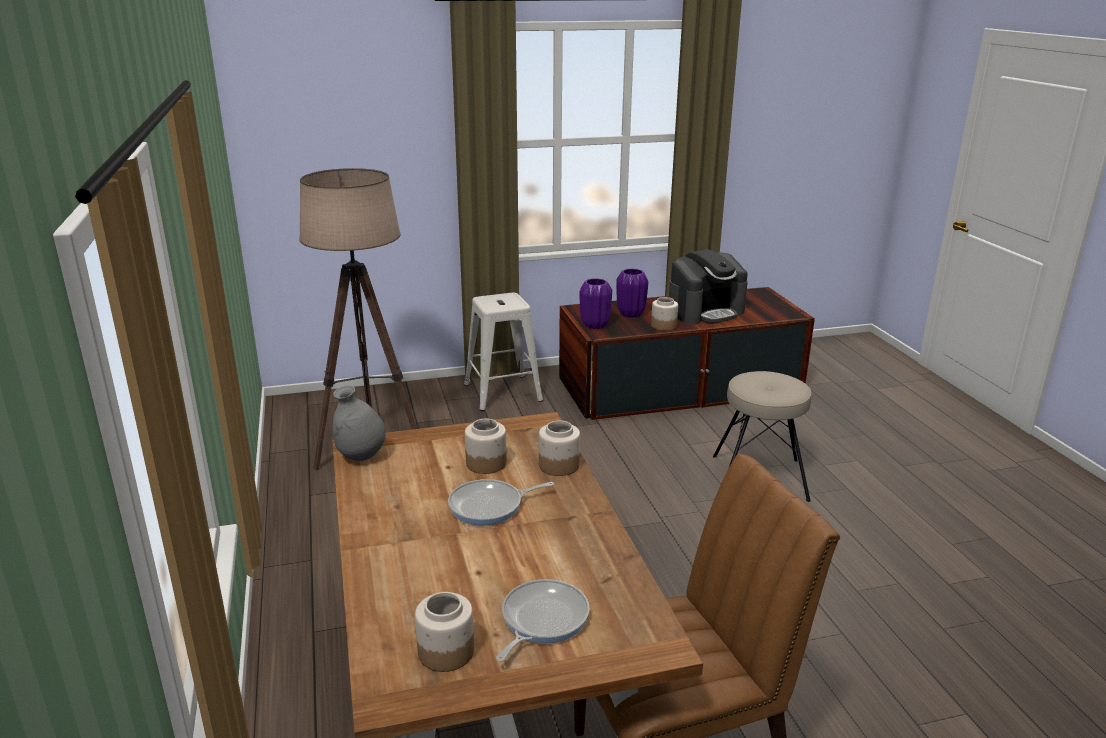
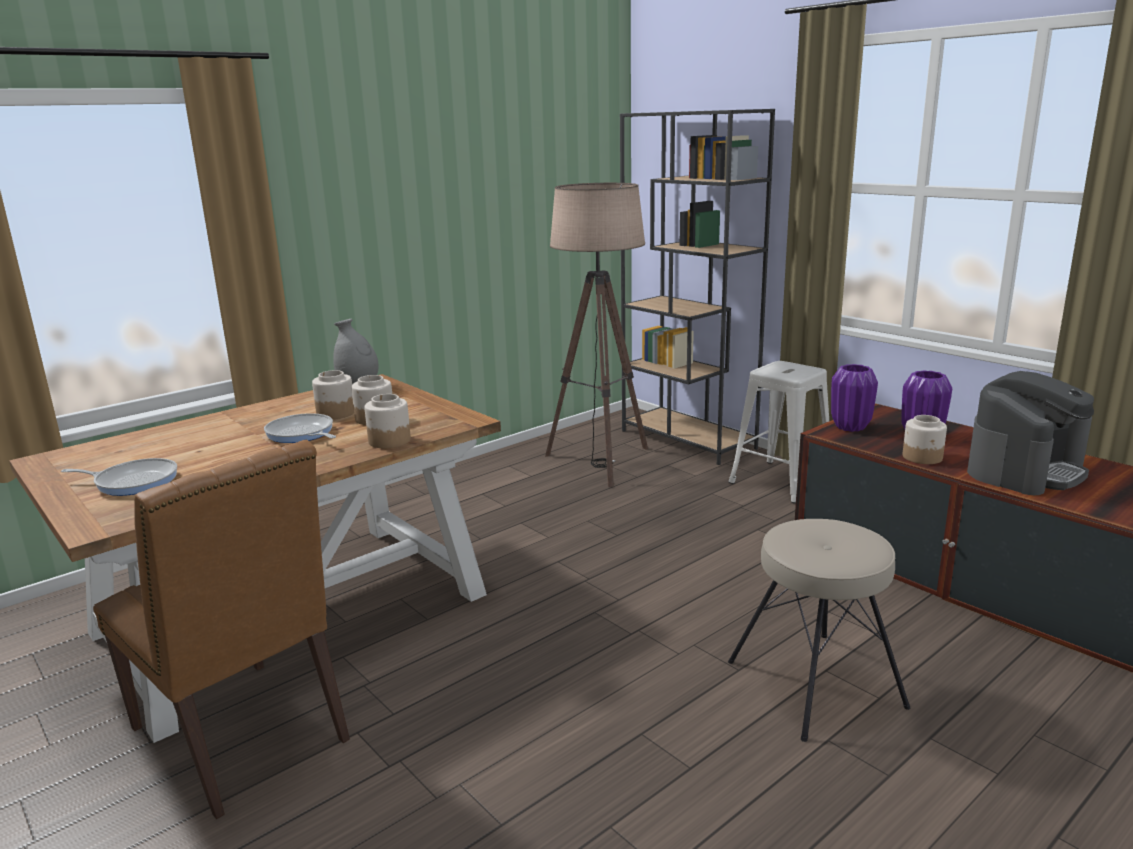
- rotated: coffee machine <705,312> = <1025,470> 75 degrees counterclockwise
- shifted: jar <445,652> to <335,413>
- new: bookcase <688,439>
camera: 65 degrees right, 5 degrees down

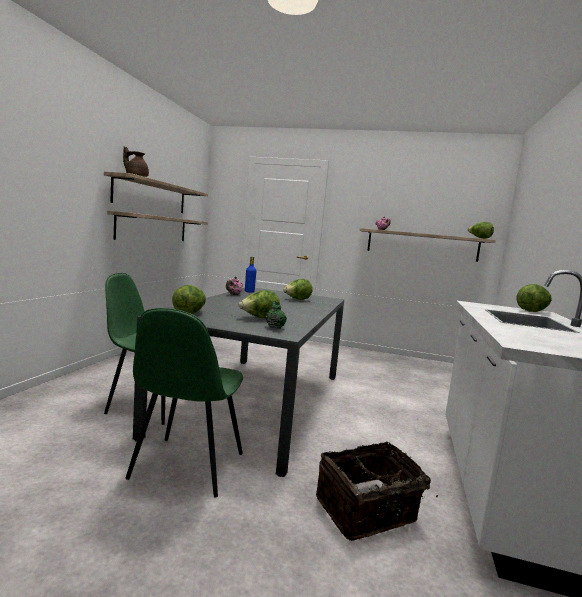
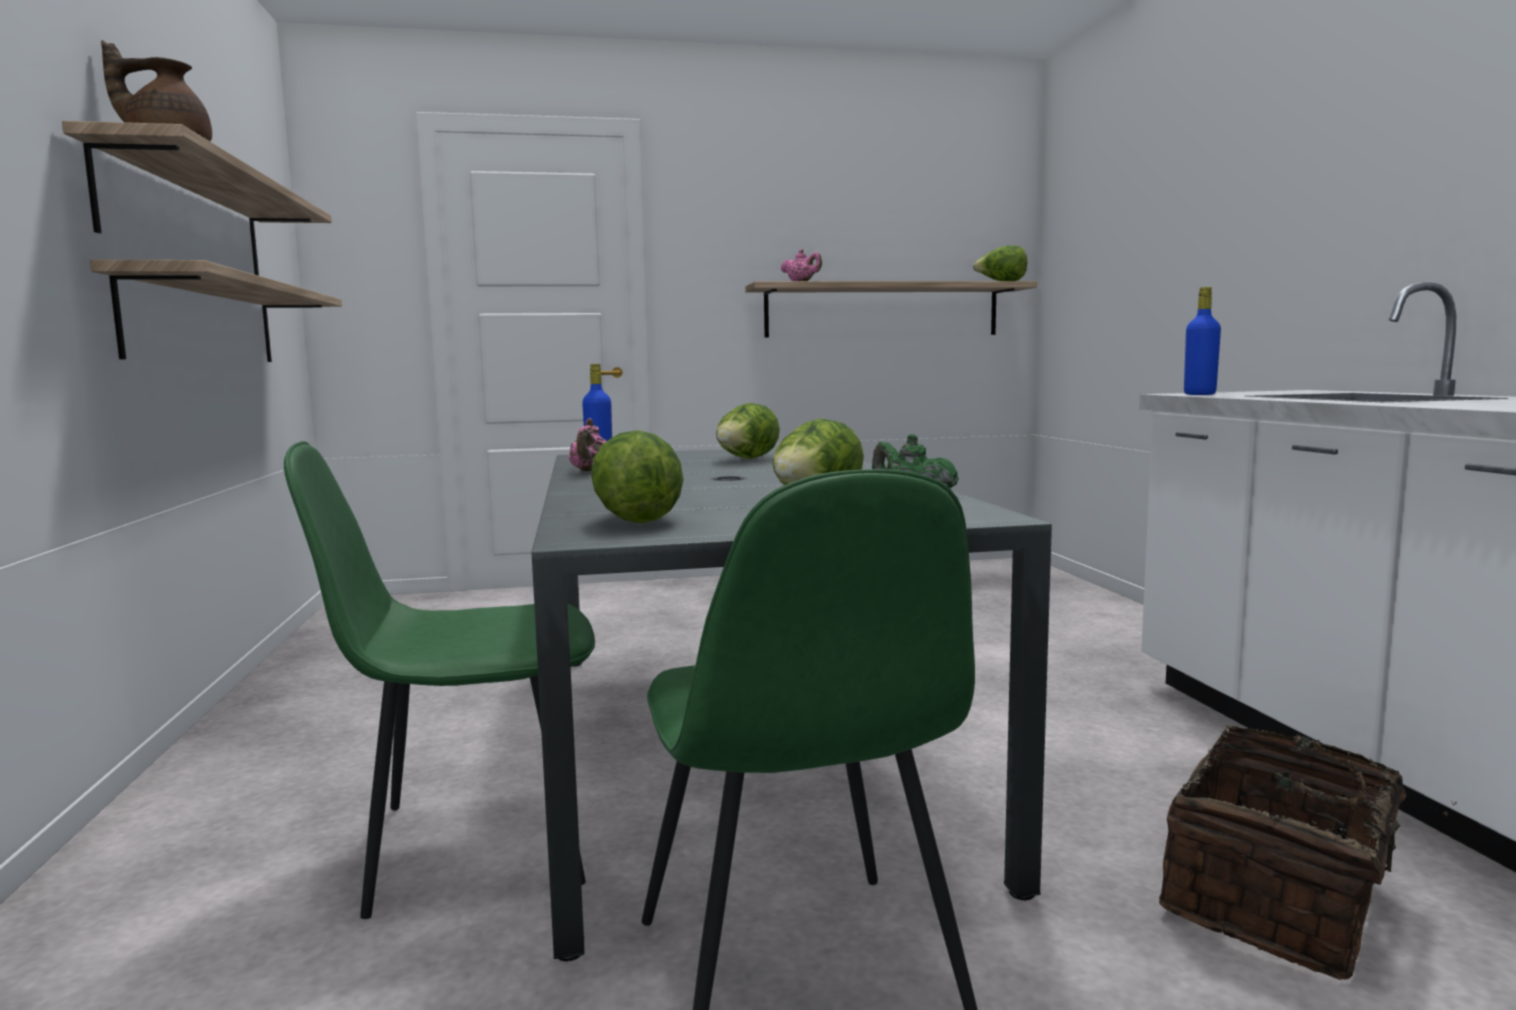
- gone: lettuce <532,311>
- new: bottle (blue) <1199,394>
camera: 25 degrees left, 0 degrees up

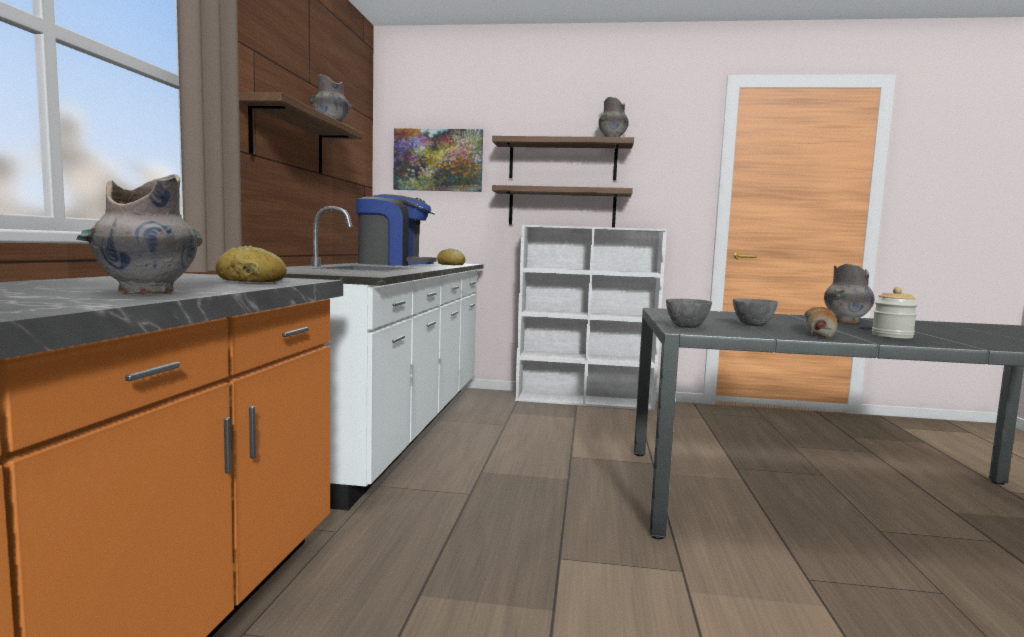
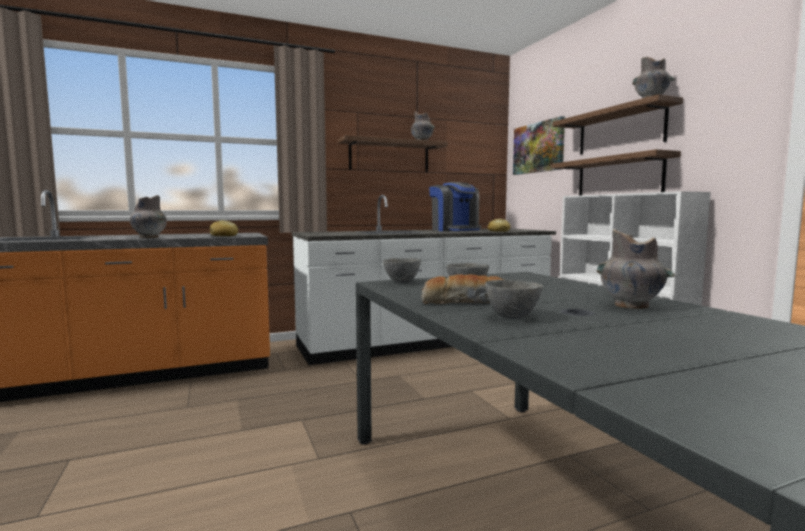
- swapped: jar <892,336> to bowl (grey) <511,317>
camera: 60 degrees right, 0 degrees up

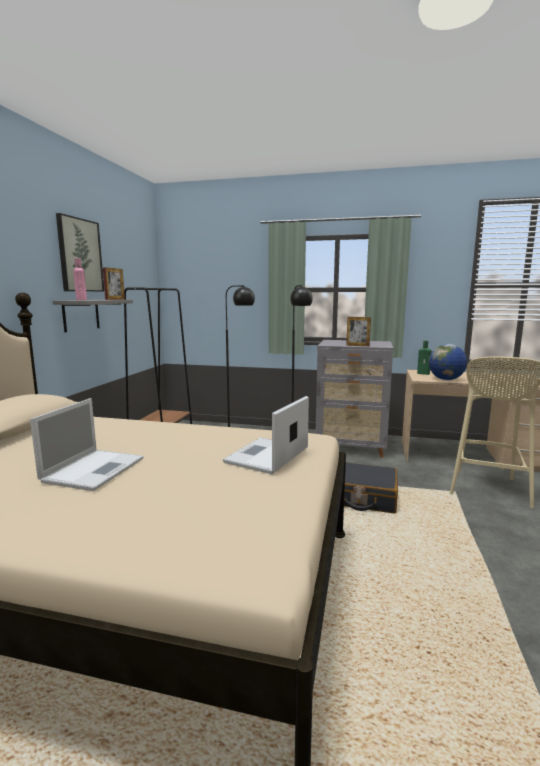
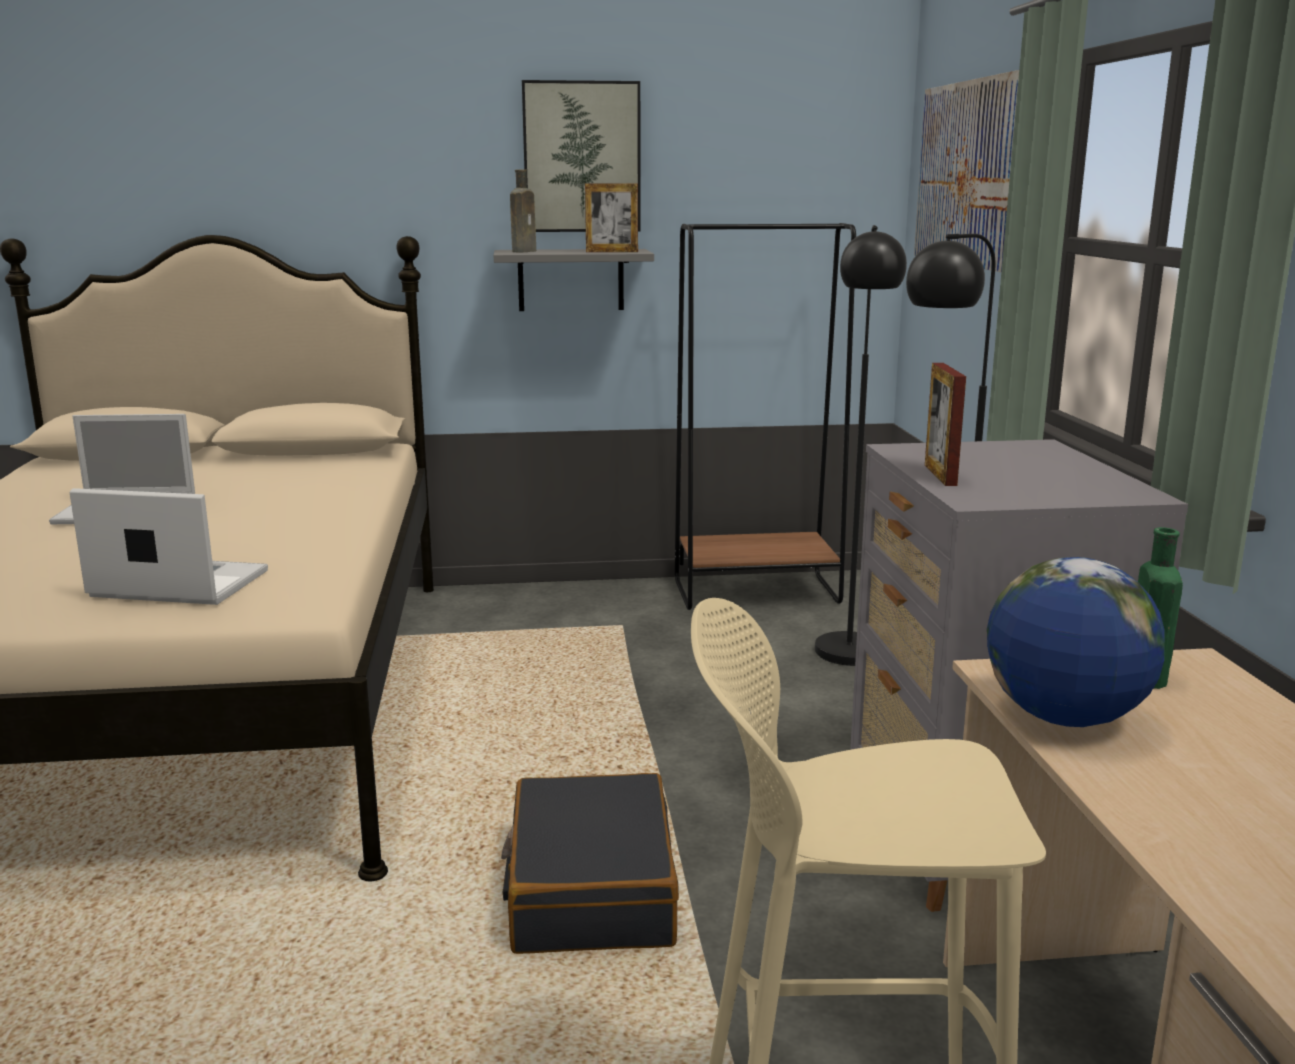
- repainted: bottle (pink) <81,300> to bottle (brown) <525,251>
- new: picture <972,173>
camera: 70 degrees right, 5 degrees up

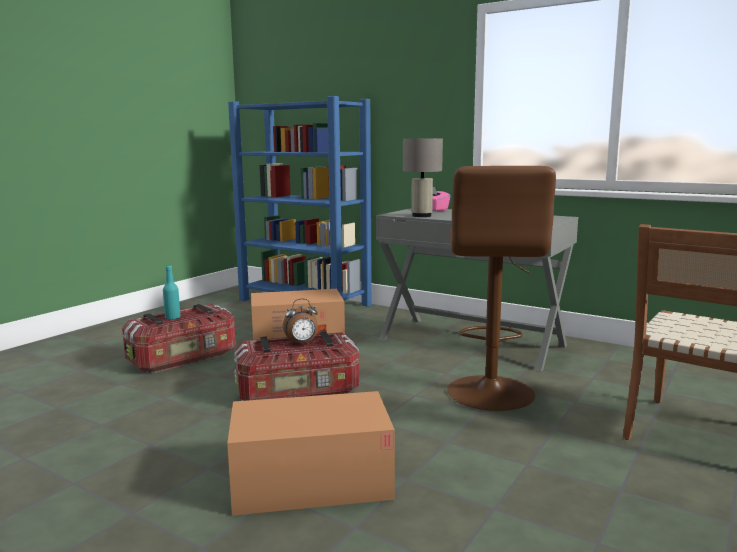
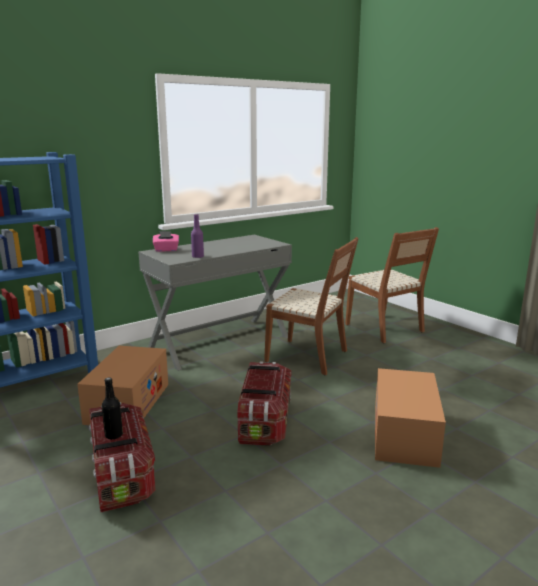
- swapped: table lamp (grey) <421,216> to bottle (purple) <197,256>
- swapped: stool (brown) <489,393> to chair <310,358>
- repainted: bottle (turquoise) <172,318> to bottle (black) <114,435>
- gone: alarm clock <302,343>
camera: 70 degrees left, 5 degrees up

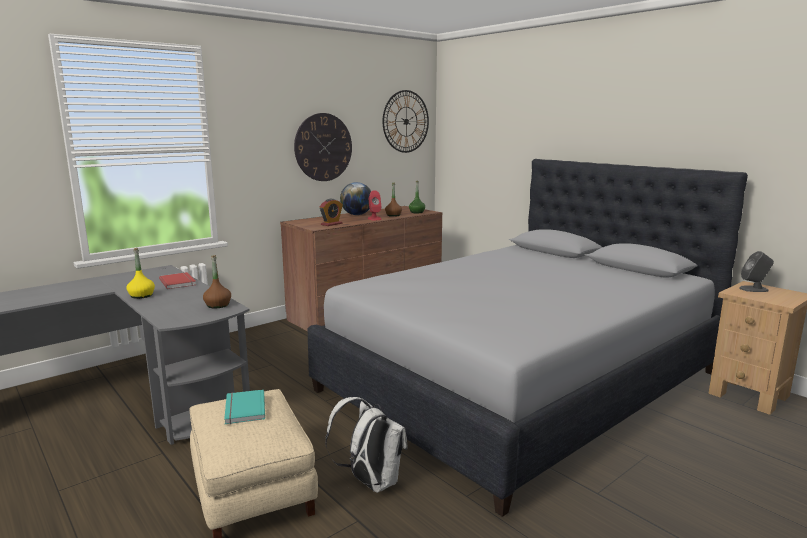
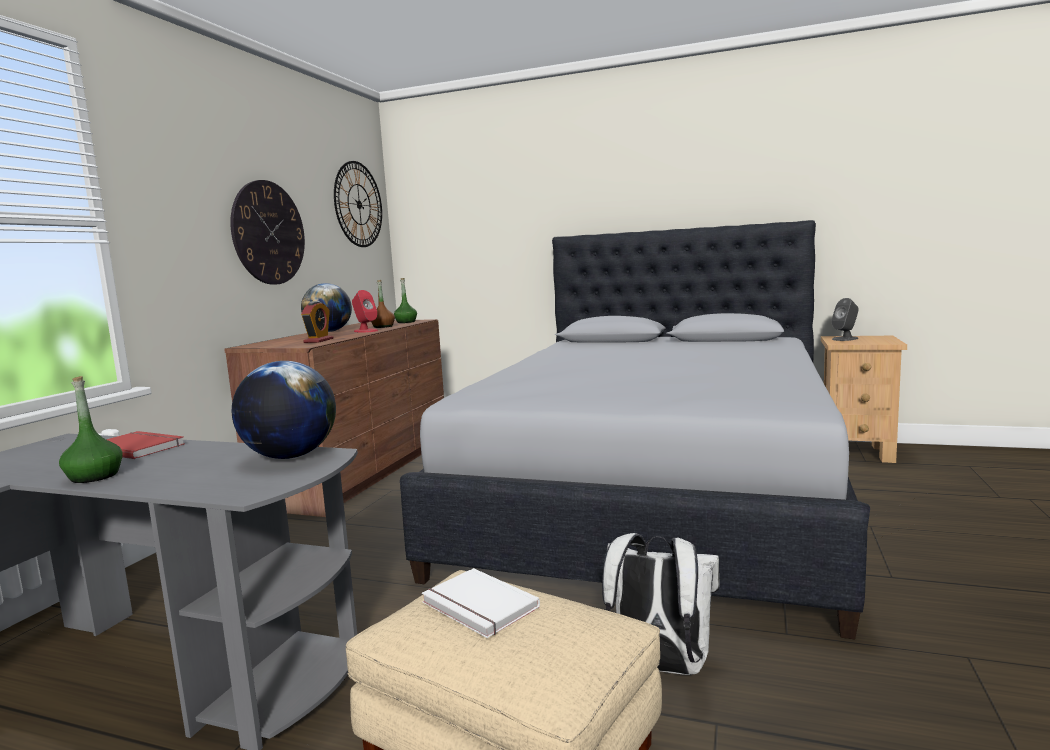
- repainted: bottle (yellow) <141,296> to bottle (green) <94,477>
- swapped: bottle (brown) <217,305> to globe <290,456>
- repainted: book (turquoise) <243,409> to book (white) <477,606>
camera: 30 degrees left, 5 degrees down

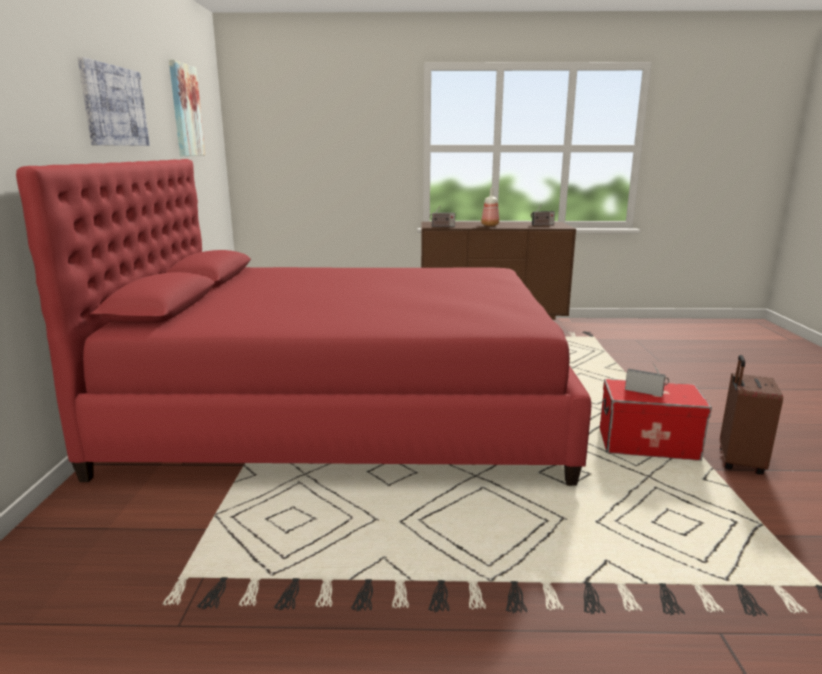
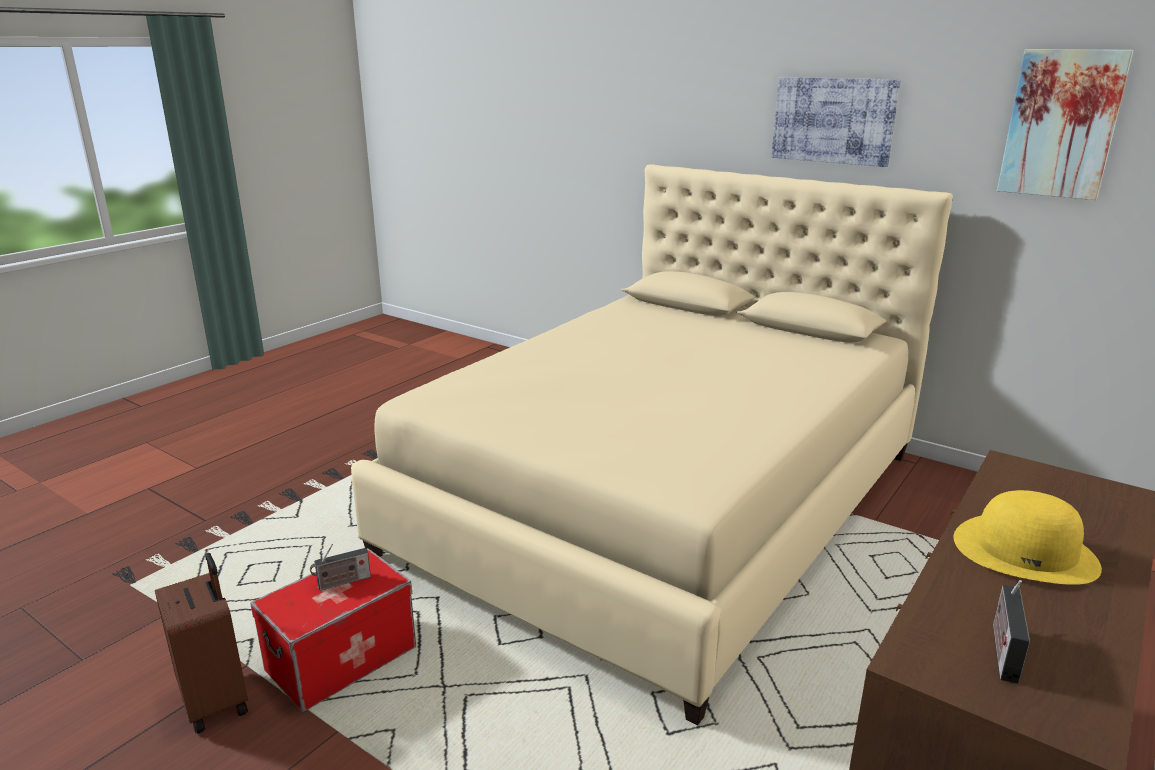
- repainted: bed (red) <346,410> to bed (beige) <665,502>
- swapped: bottle <489,225> to hat (yellow) <1025,551>
- gone: radio <442,226>
camera: 125 degrees right, 5 degrees up

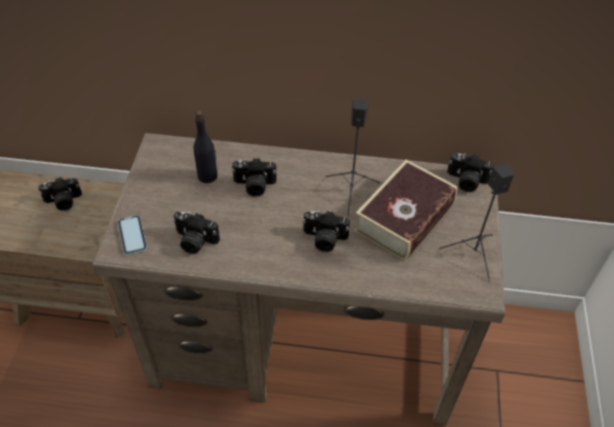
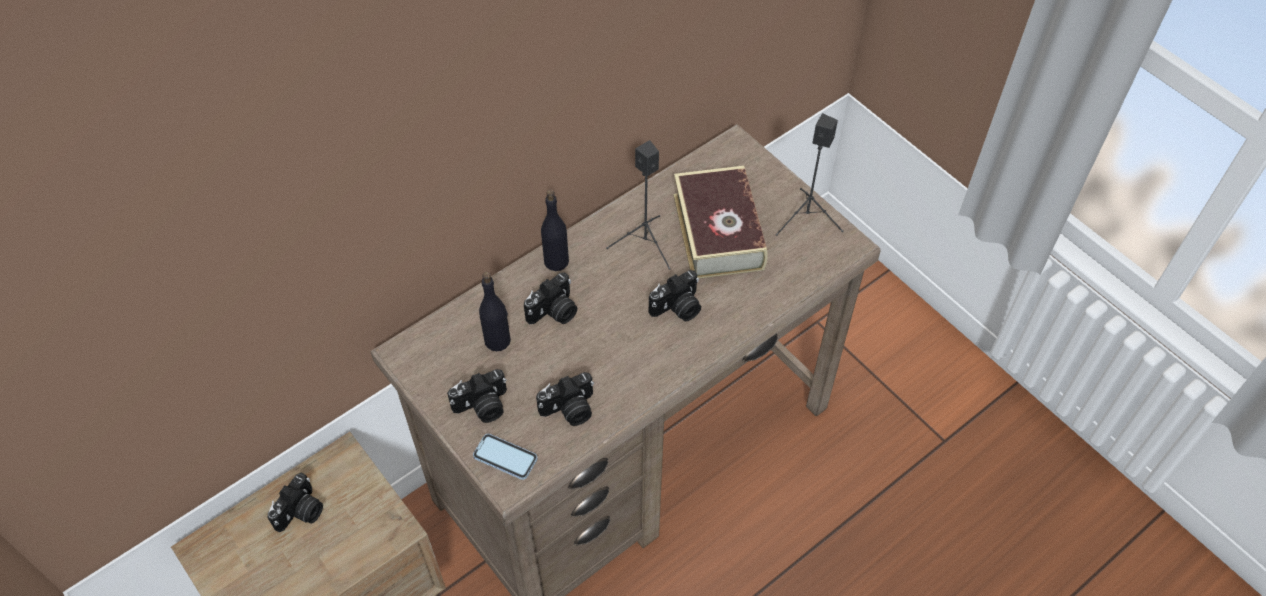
- shifted: photo camera <466,181> to <482,407>
- new: bottle (black) <556,261>
camera: 45 degrees left, 5 degrees up

